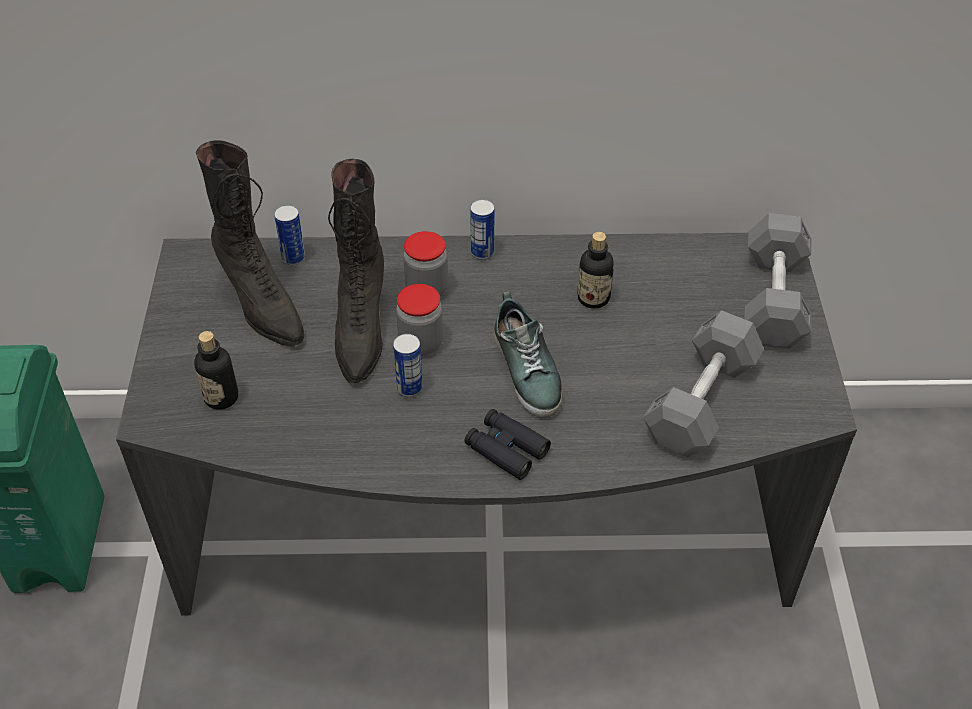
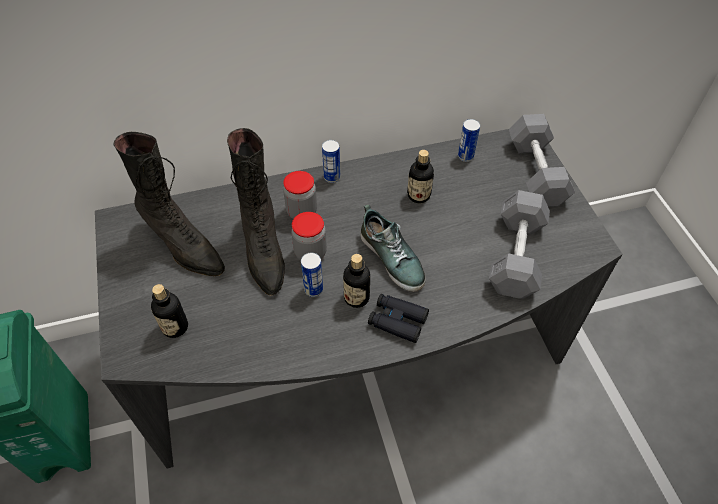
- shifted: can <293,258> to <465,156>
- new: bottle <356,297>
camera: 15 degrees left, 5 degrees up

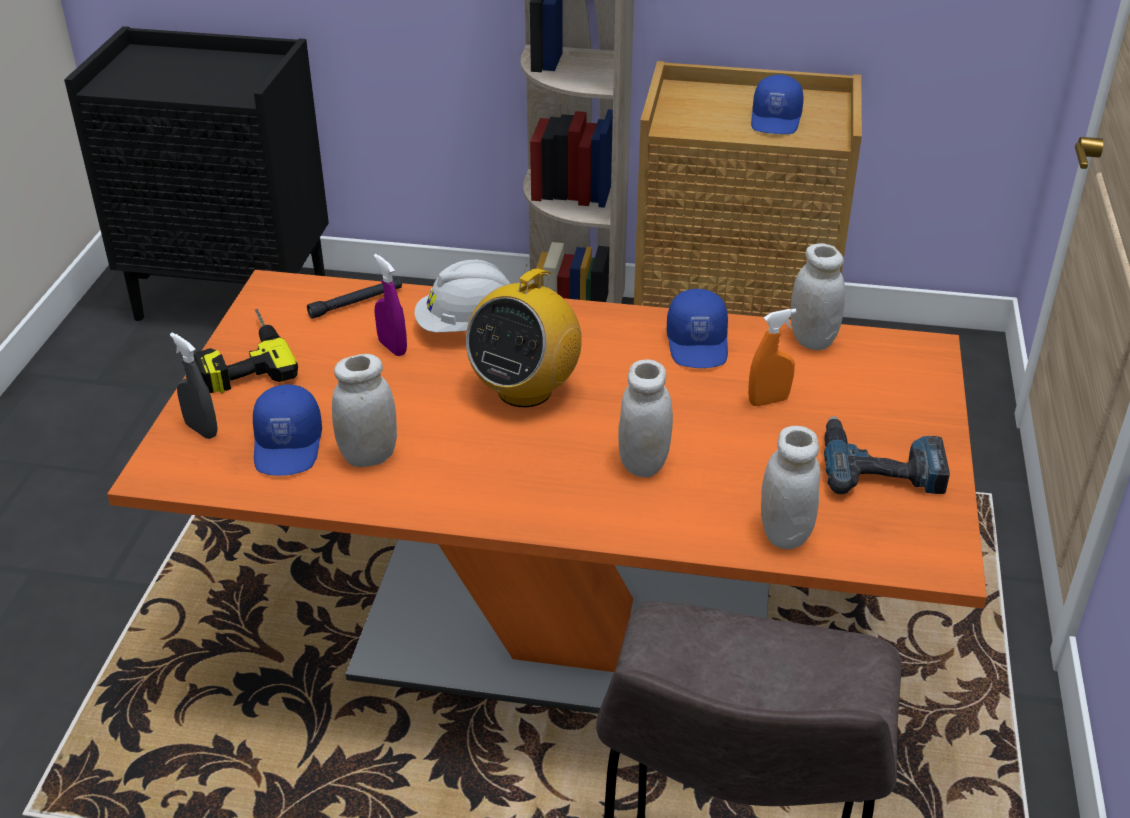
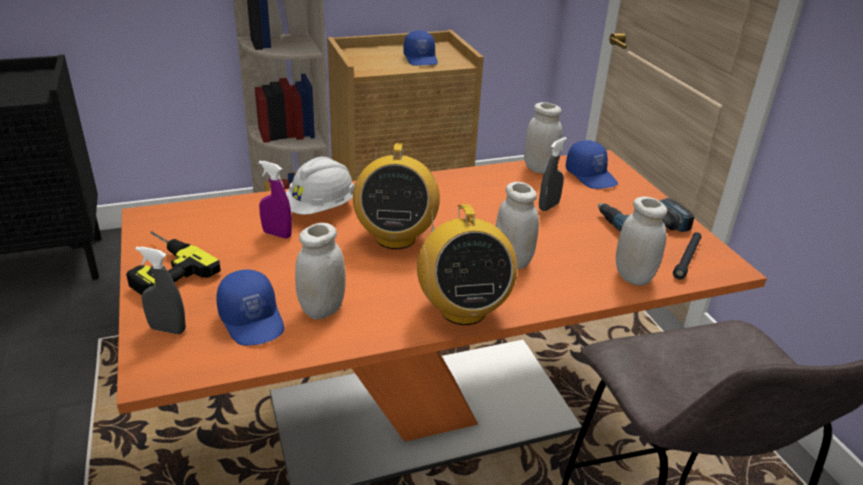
- shifted: flashlight (black) <356,303> to <687,259>
- shifted: cap (blue) <699,344> to <591,176>
- repainted: spray bottle (orange) <768,401> to spray bottle (grey) <548,206>
- new: radio <462,310>
camera: 30 degrees left, 5 degrees down

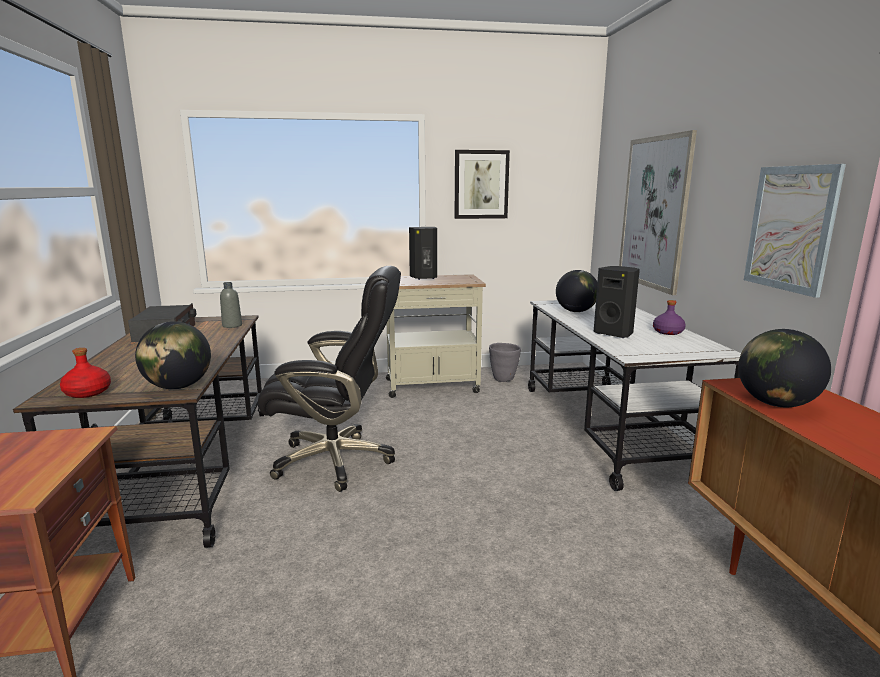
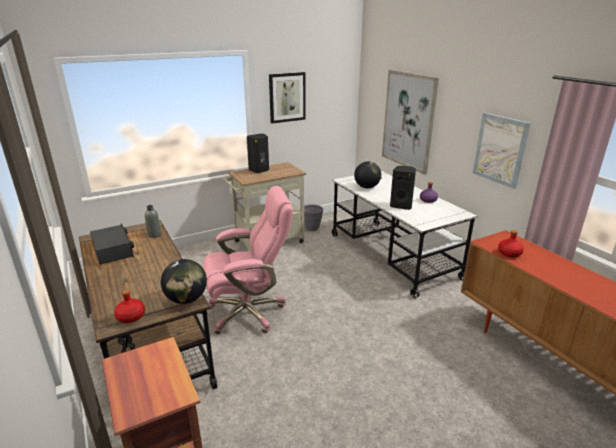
- repainted: office chair (black) <337,463> to office chair (pink) <249,314>
- swapped: globe <776,404> to bottle (red) <509,253>
camera: 20 degrees left, 10 degrees up

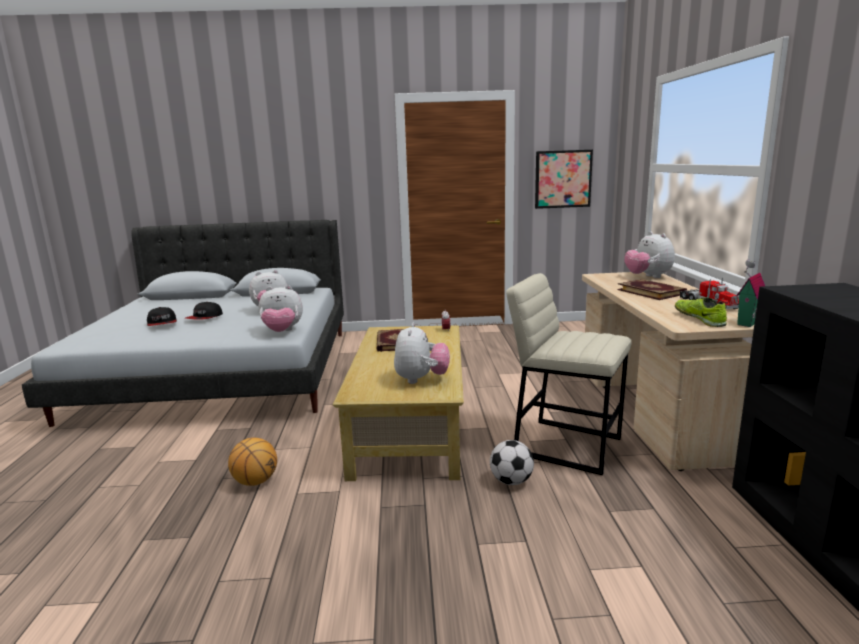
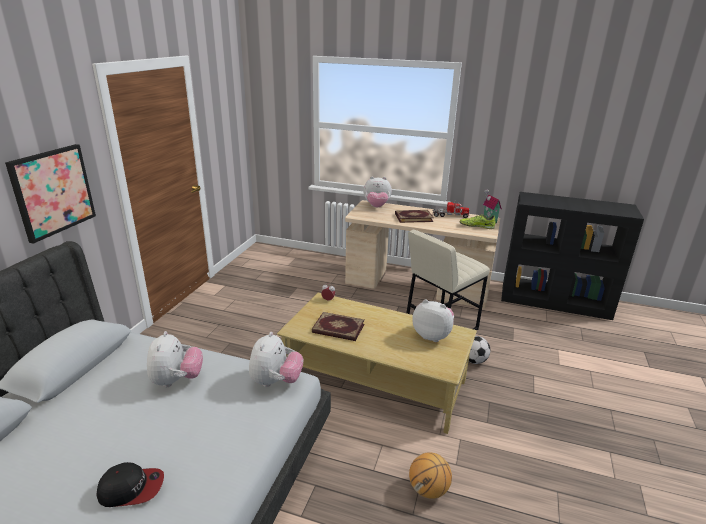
- shifted: picture <562,179> to <53,191>
- gone: cap <204,317>
camera: 70 degrees left, 10 degrees up

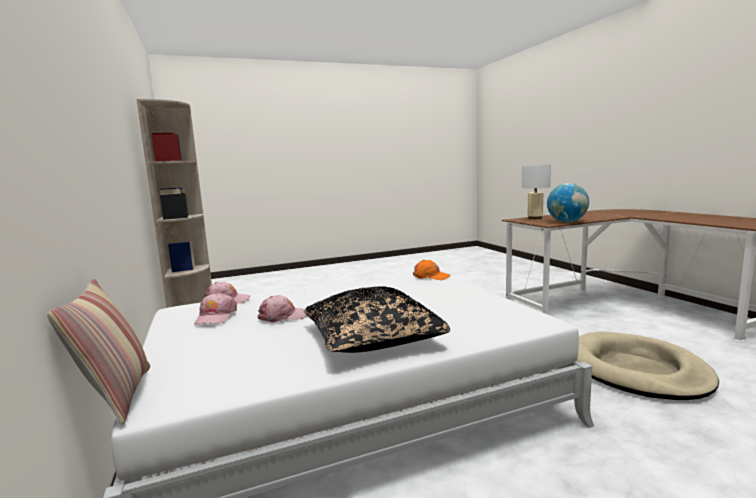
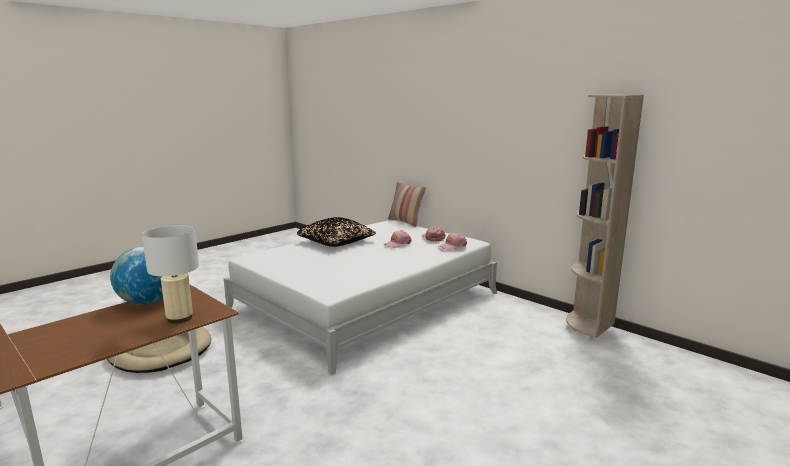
- gone: cap (orange) <431,276>
camera: 155 degrees right, 5 degrees up

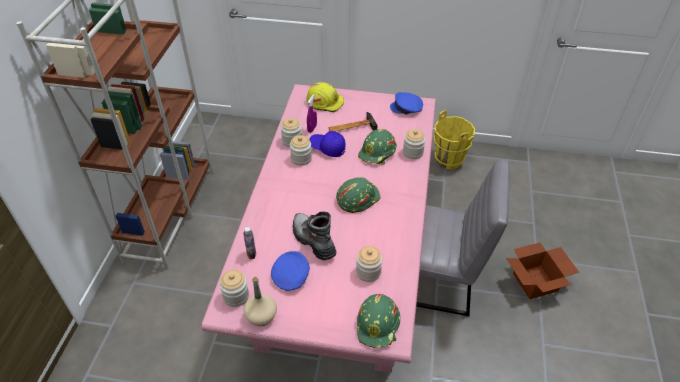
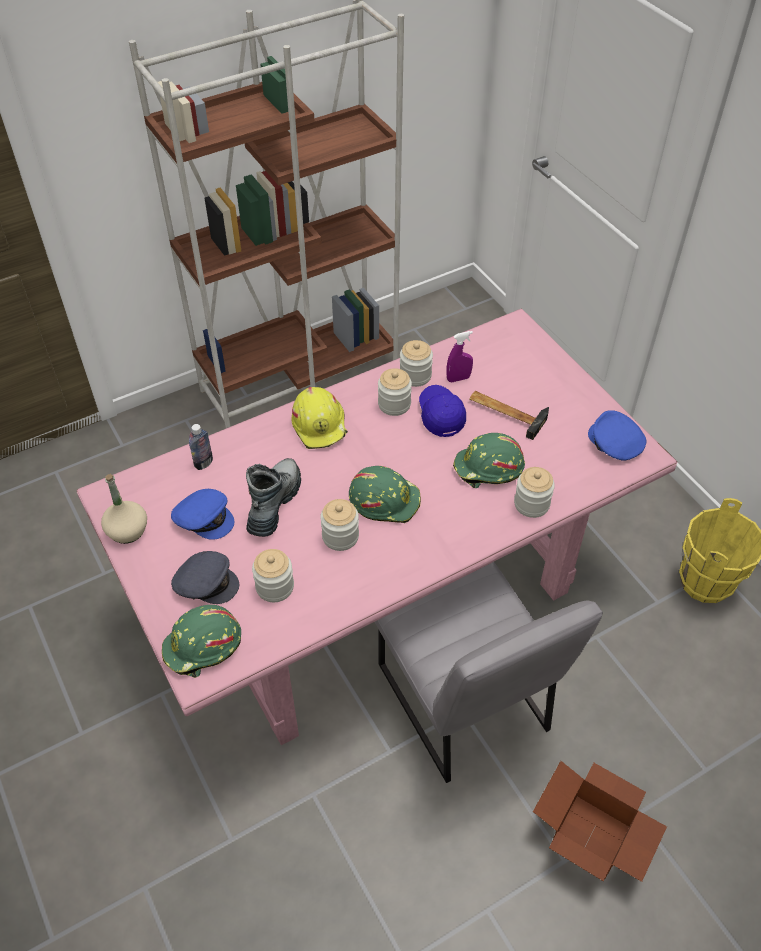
- shifted: hard hat (yellow) <325,102> to <320,425>
- rotated: cap (blue) <291,275> = <204,518> 45 degrees clockwise
- shifted: jar <236,296> to <340,536>
- new: cap (grey) <206,583>
camera: 50 degrees right, 5 degrees up

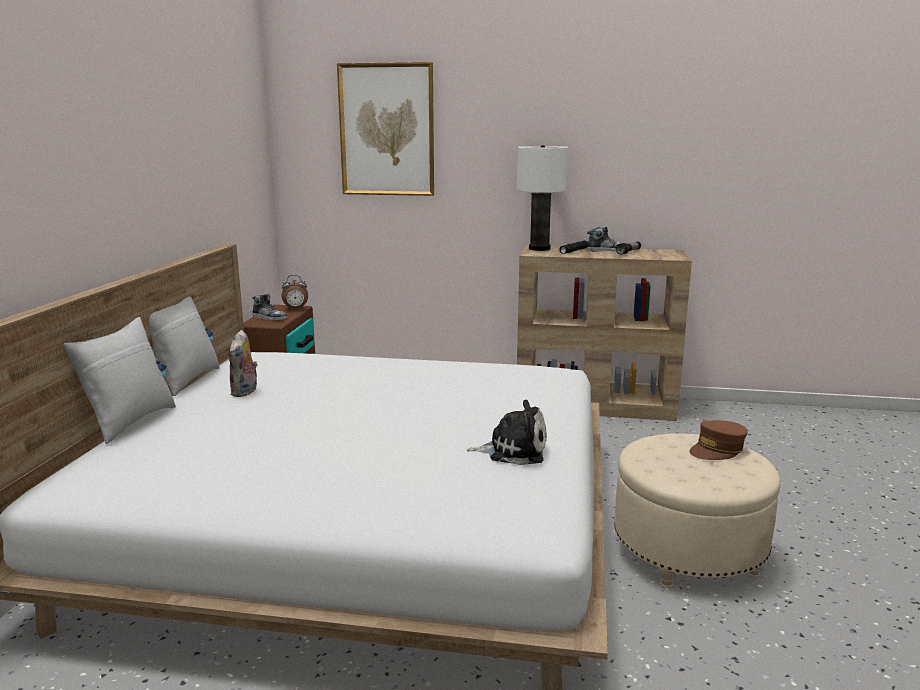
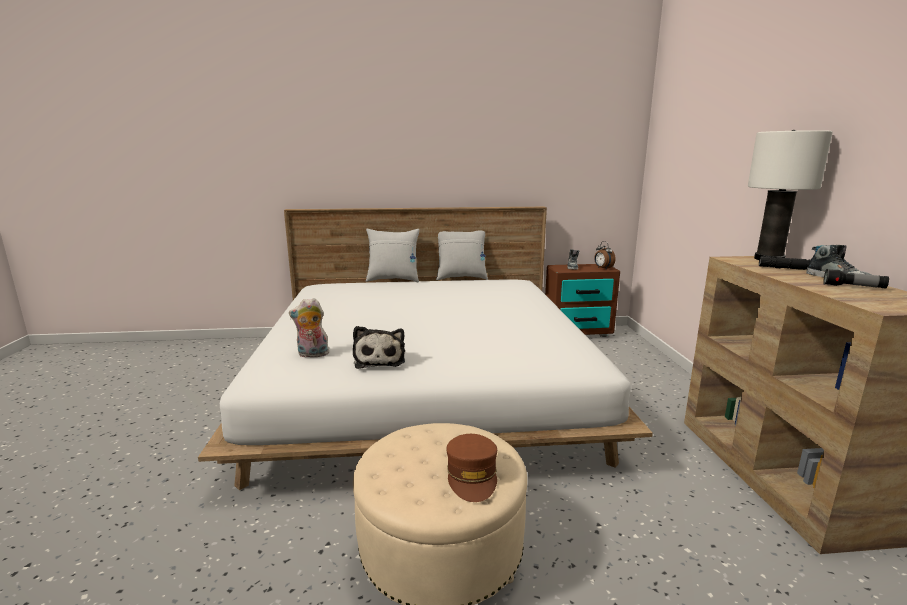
- gone: picture <387,130>
- shifted: plush toy <245,392> to <312,355>
- rotated: cap (brown) <717,450> = <472,476> 135 degrees counterclockwise
camera: 75 degrees right, 0 degrees up

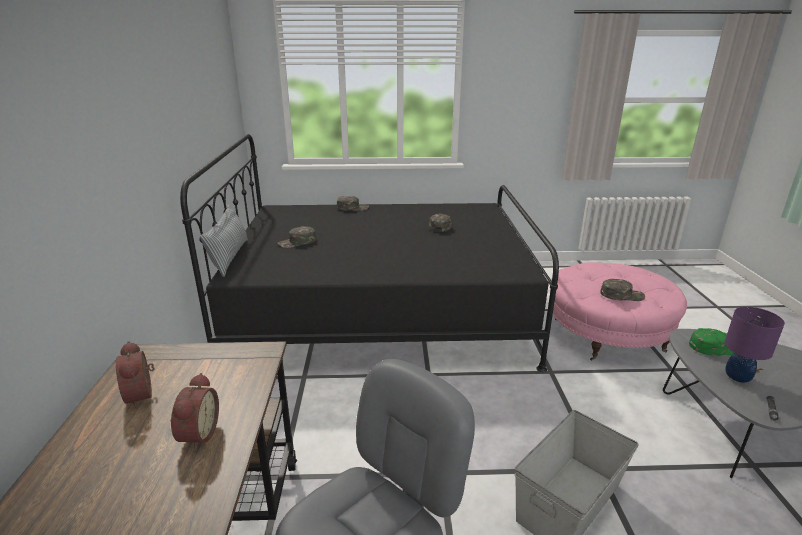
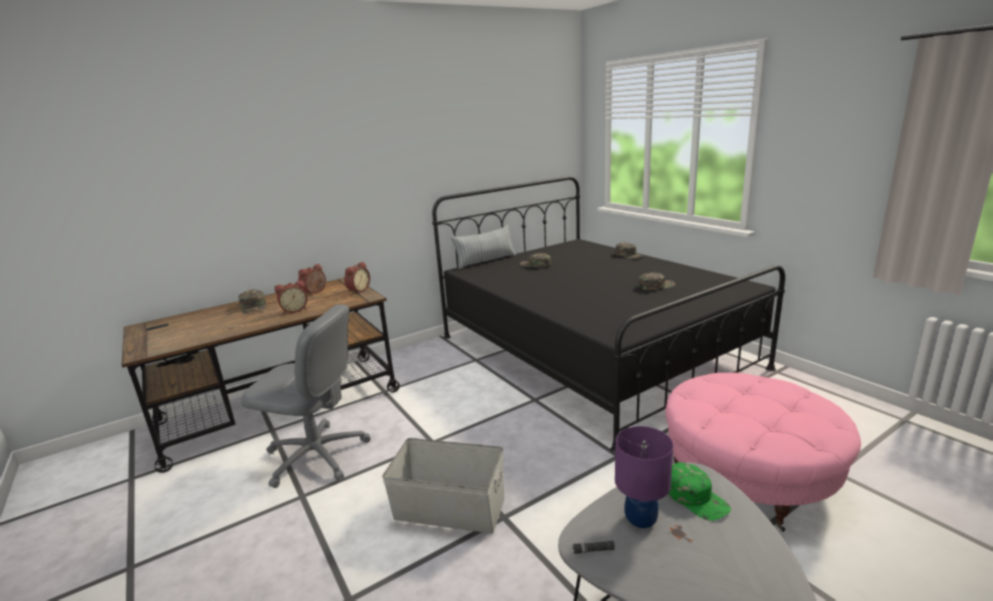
- shifted: cap (green) <621,295> to <254,306>
- new: alarm clock <358,290>
camera: 60 degrees right, 5 degrees down

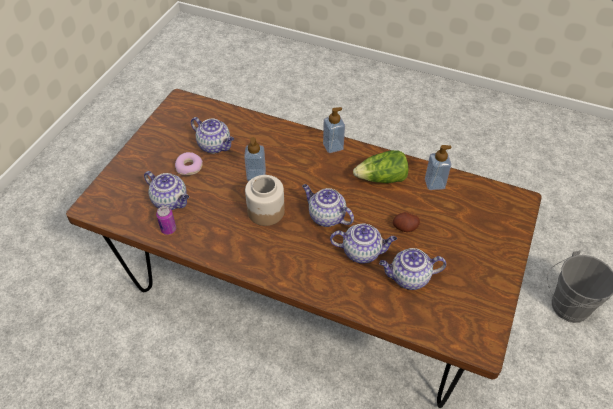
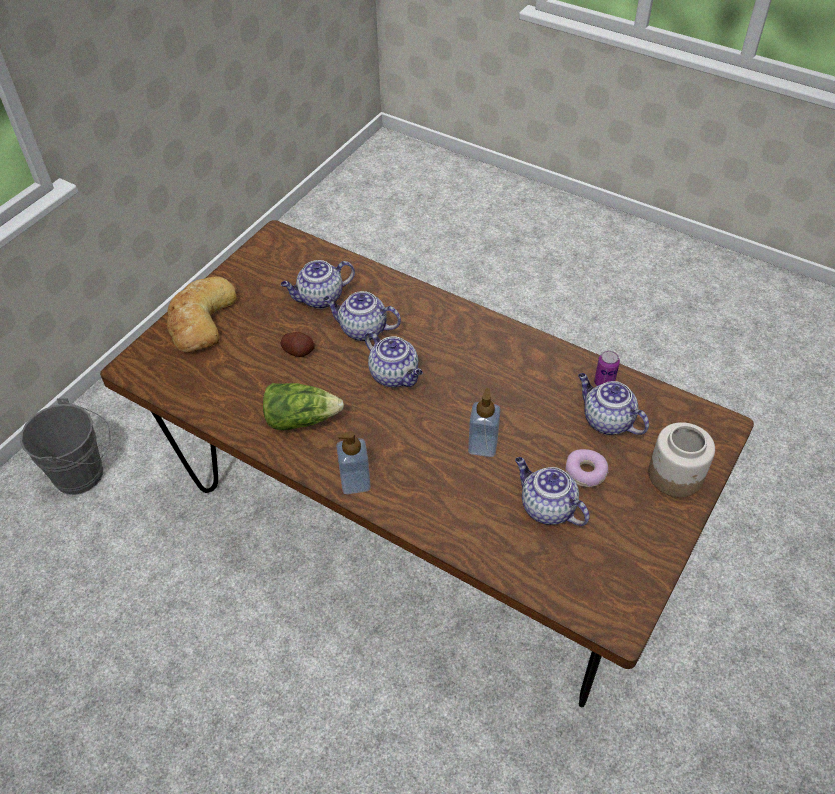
- gone: soap dispenser <434,183>
- shifted: jar <265,211> to <676,475>
- rotated: teapot <408,278> = <320,298> 150 degrees clockwise
- new: bread <200,319>
camera: 170 degrees left, 0 degrees up

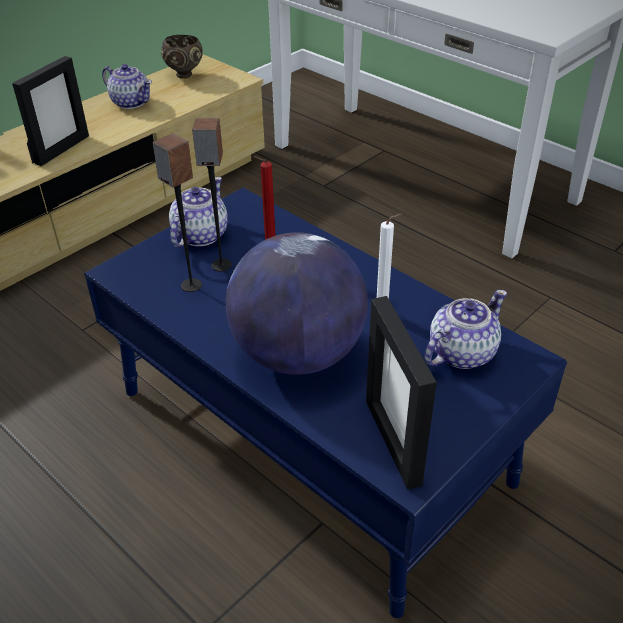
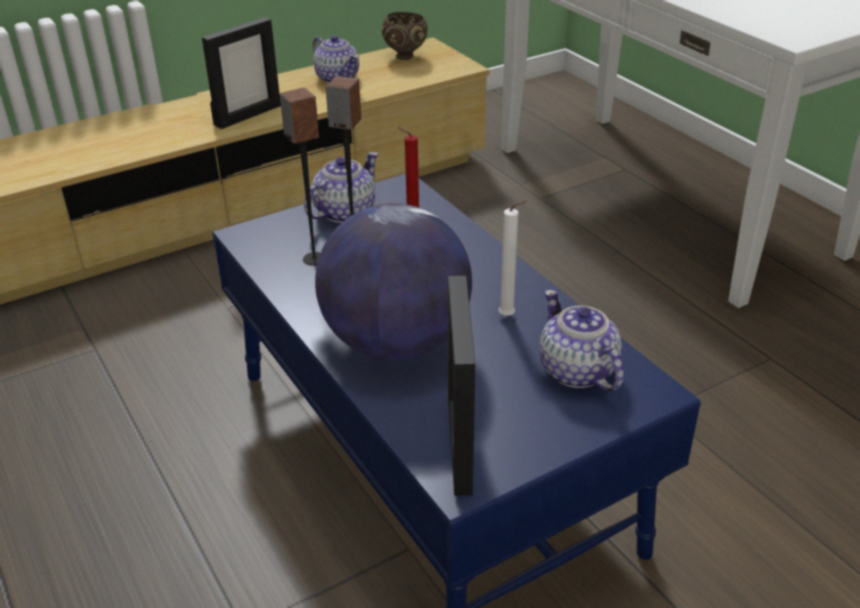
- rotated: teapot <460,353> = <577,372> 90 degrees counterclockwise
camera: 15 degrees right, 5 degrees down

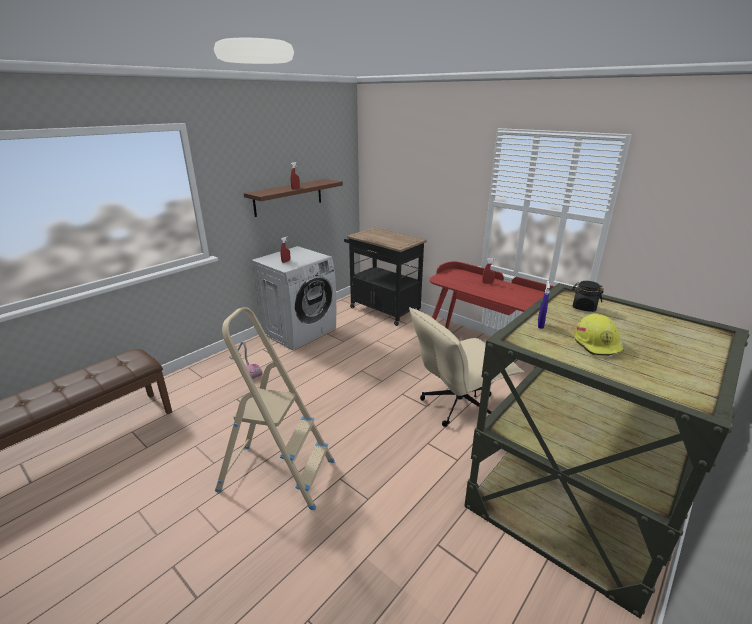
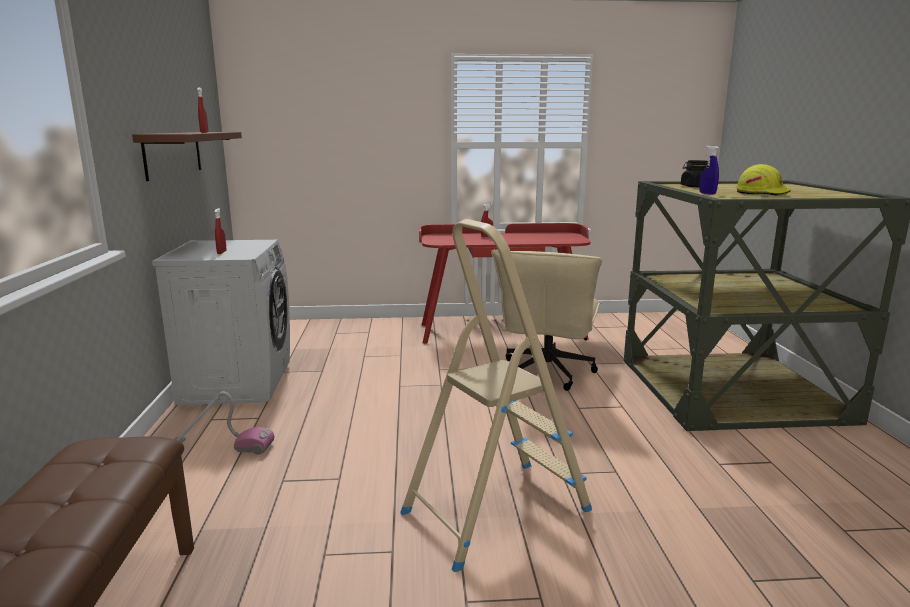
- gone: cart (black) <383,310>
camera: 45 degrees left, 10 degrees down

